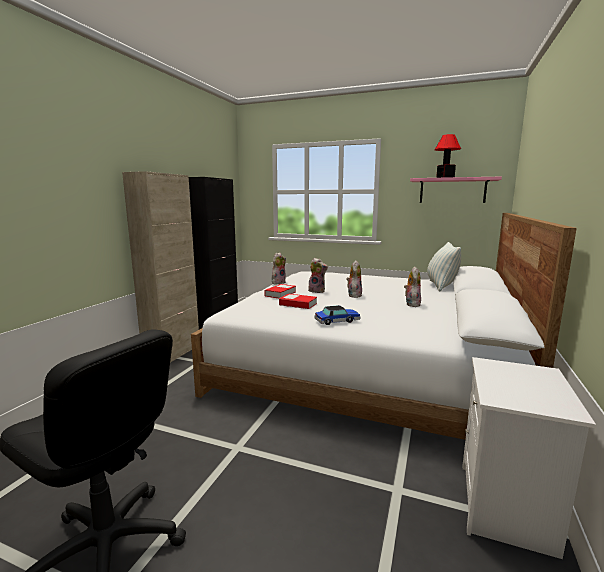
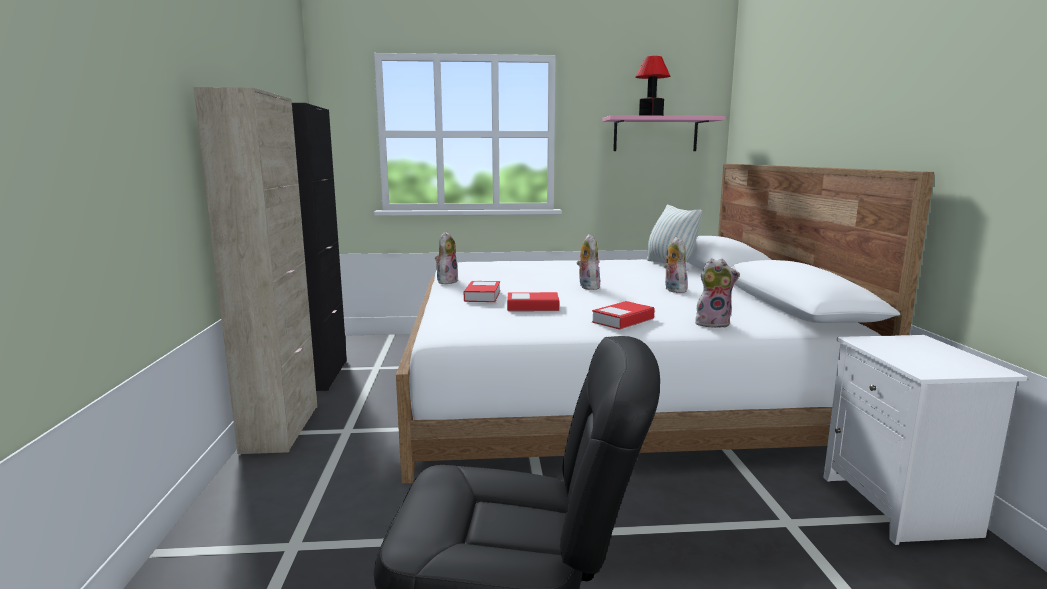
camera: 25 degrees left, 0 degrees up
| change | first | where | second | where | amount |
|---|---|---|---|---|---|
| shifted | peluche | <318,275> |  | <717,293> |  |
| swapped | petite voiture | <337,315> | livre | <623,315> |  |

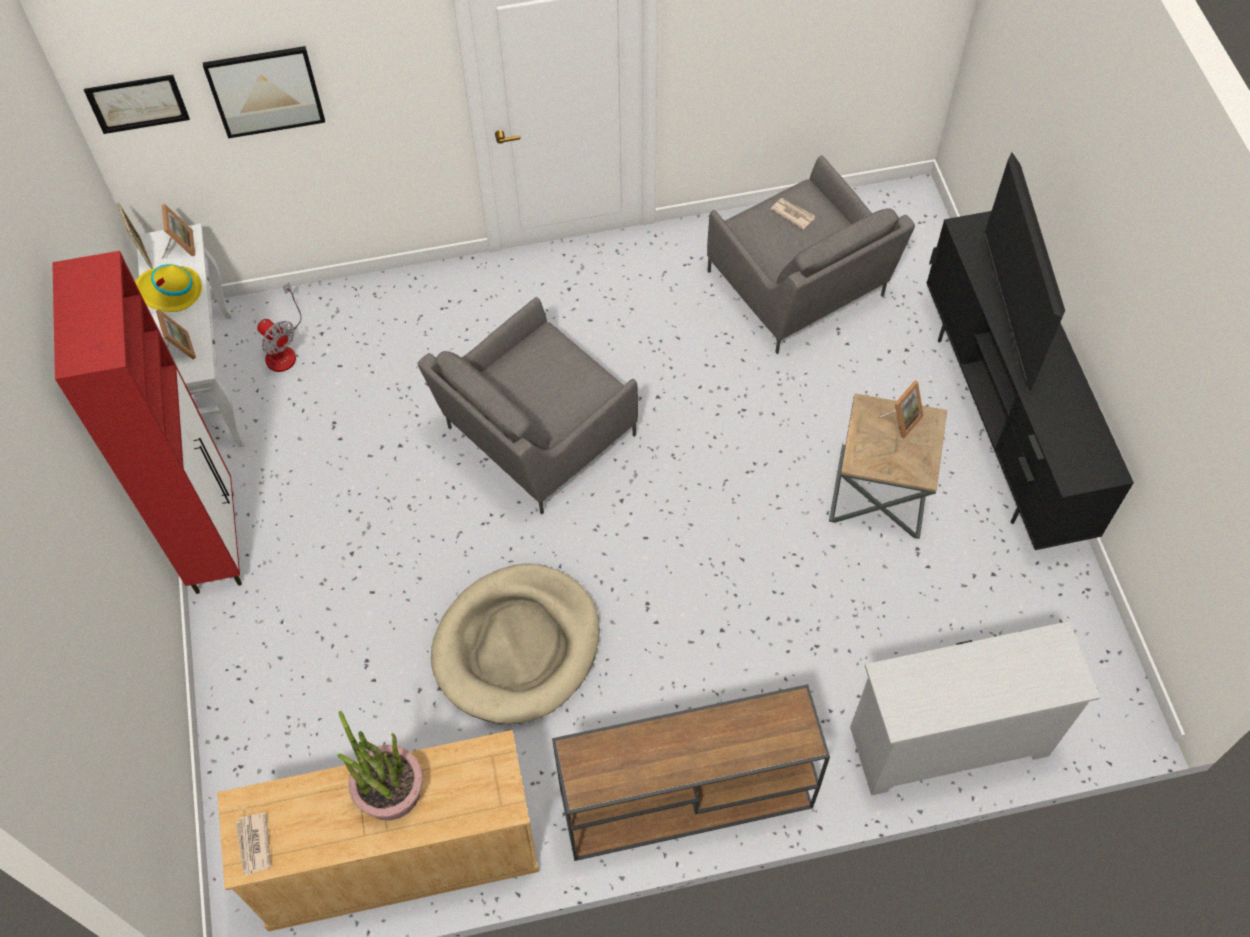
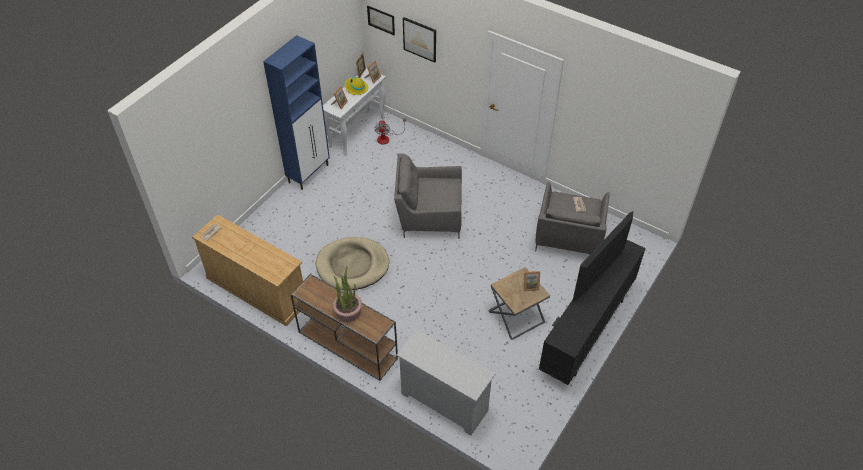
camera: 45 degrees right, 10 degrees down
| change | first | where | second | where | amount |
|---|---|---|---|---|---|
| shifted | plante en pot | <380,766> |  | <347,294> |  |
| repainted | meuble de rangement/rouge | <147,422> | meuble de rangement/bleu | <296,112> |  |

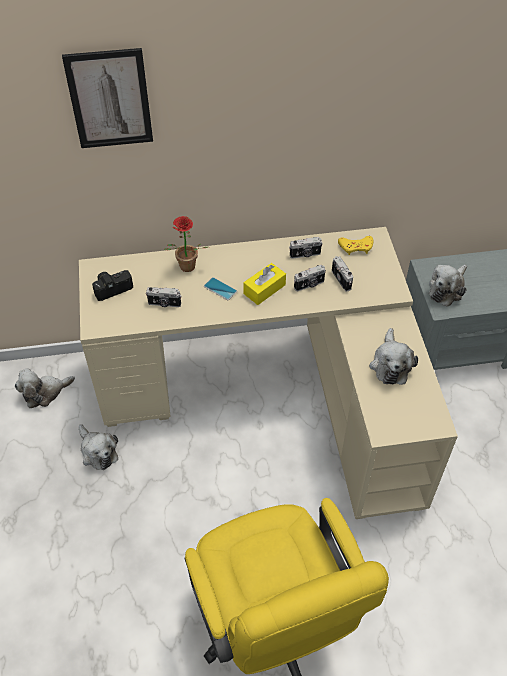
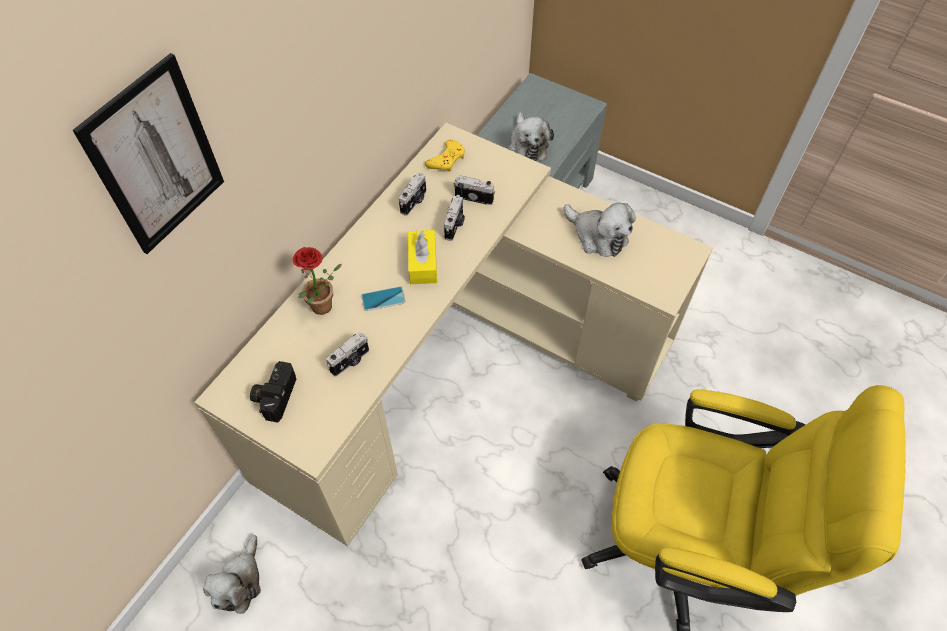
camera: 50 degrees left, 5 degrees up
| change | first | where | second | where | amount |
|---|---|---|---|---|---|
| gone | peluche | <98,447> |  |  |  |

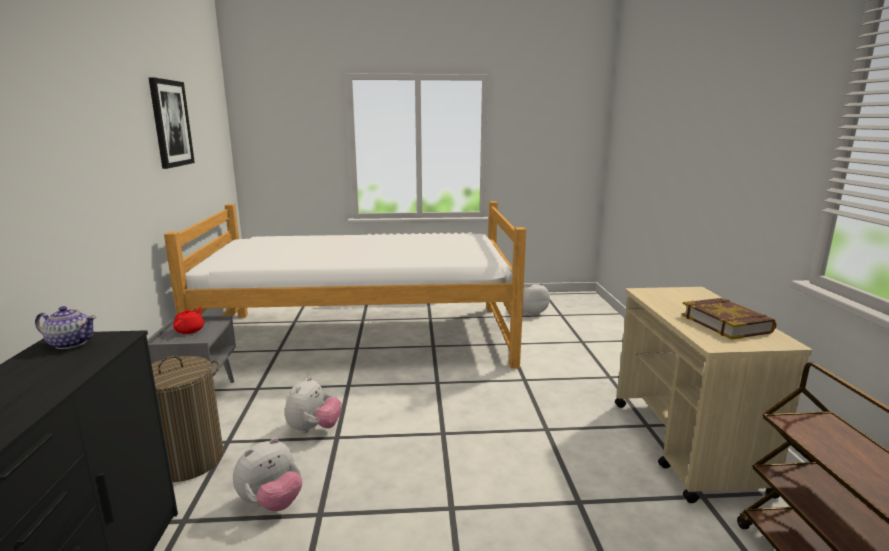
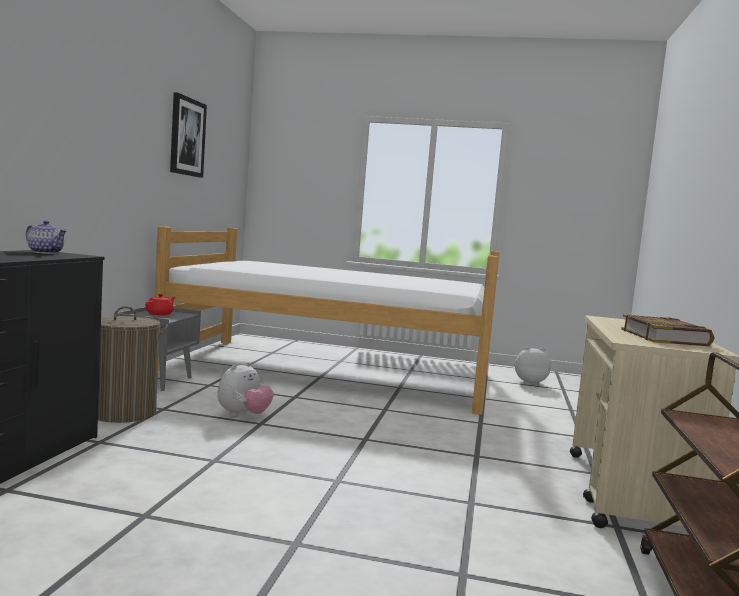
camera: 15 degrees right, 10 degrees down
| change | first | where | second | where | amount |
|---|---|---|---|---|---|
| gone | peluche | <267,474> |  |  |  |

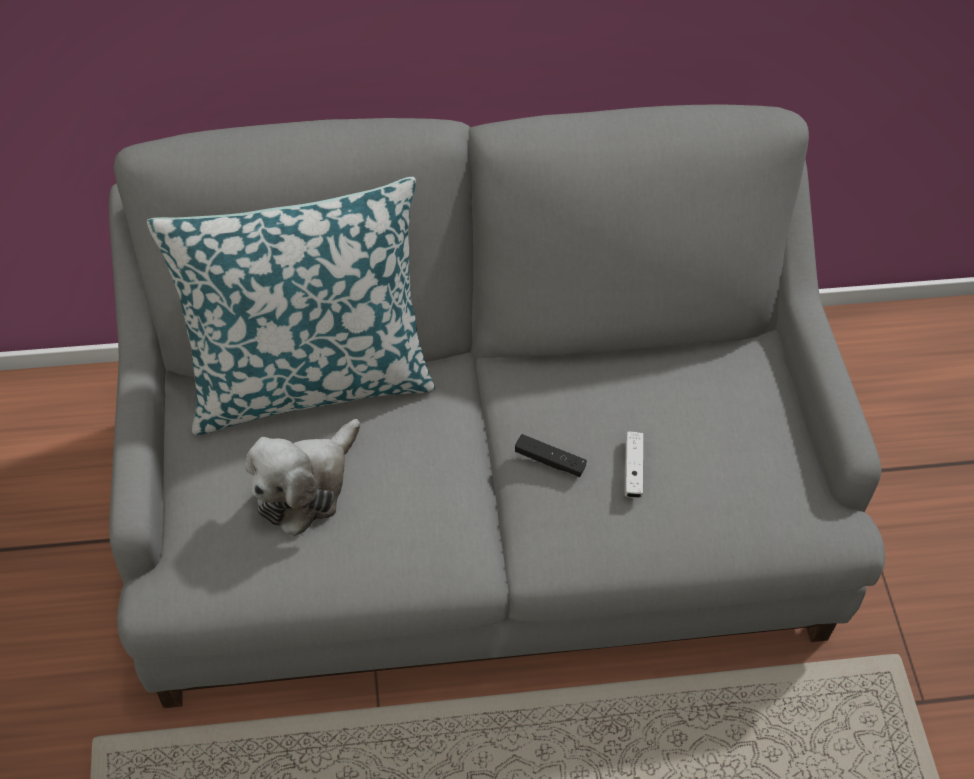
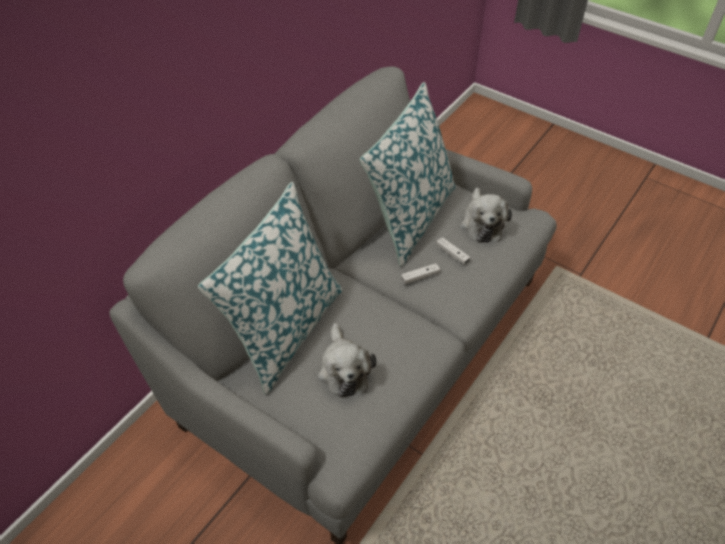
camera: 45 degrees left, 5 degrees down
| change | first | where | second | where | amount |
|---|---|---|---|---|---|
| new |  |  | coussin | <408,174> |  |
| new |  |  | peluche | <486,215> |  |
| repainted | manette/noir | <551,455> | manette/blanc | <420,273> |  |

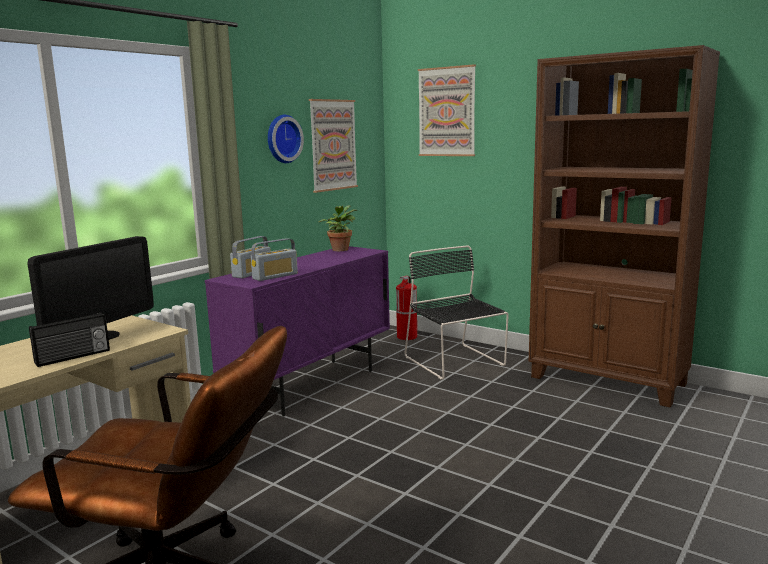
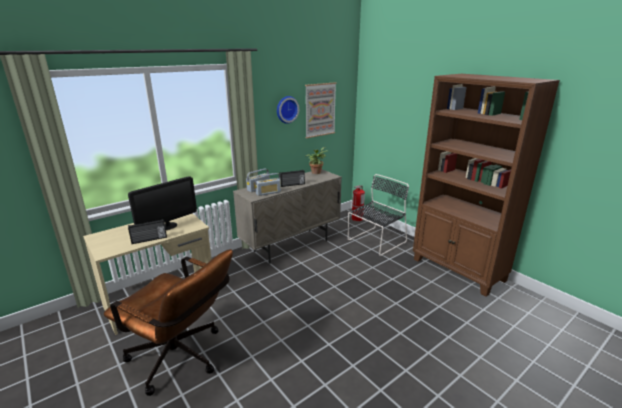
camera: 15 degrees right, 10 degrees up
| change | first | where | second | where | amount |
|---|---|---|---|---|---|
| gone | tableau | <447,110> |  |  |  |
| new |  |  | radio | <292,178> |  |
| repainted | meuble de rangement/violet | <297,331> | meuble de rangement/beige | <287,216> |  |
| rotated | chaise/noir | <456,312> |  | <378,215> | 60 degrees clockwise |

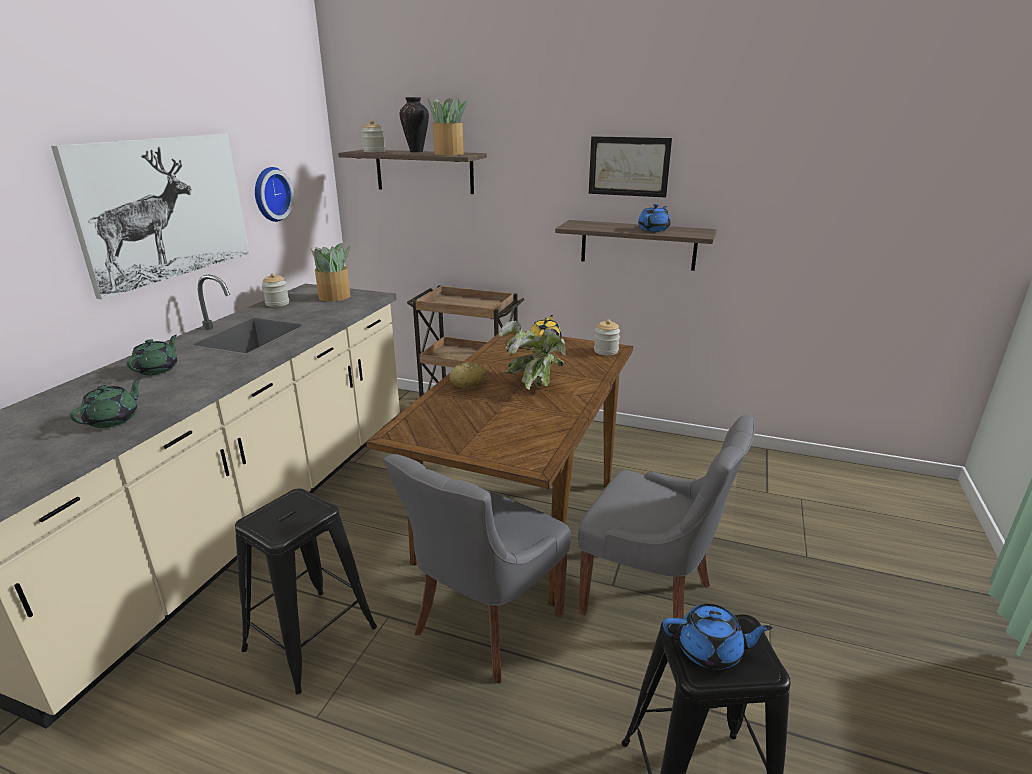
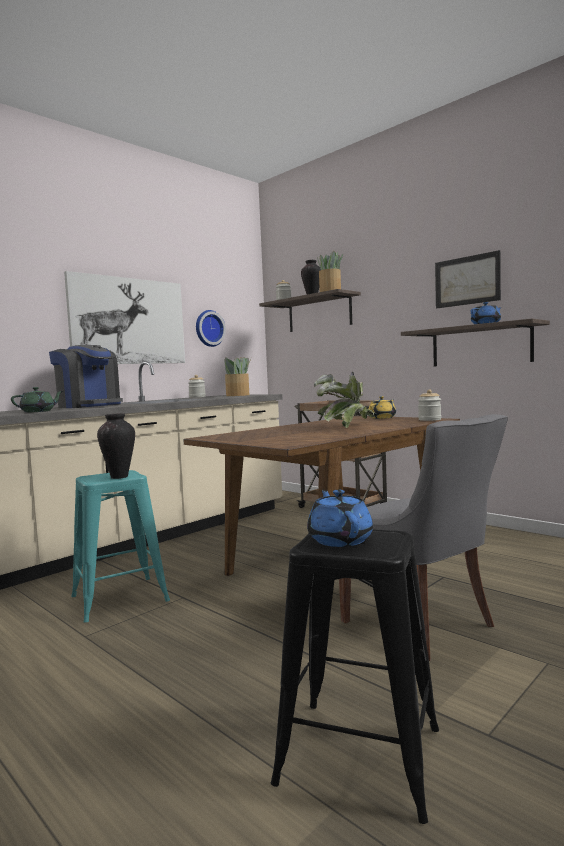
camera: 25 degrees right, 20 degrees down
| change | first | where | second | where | amount |
|---|---|---|---|---|---|
| gone | chaise/gris | <477,568> |  |  |  |
| gone | pain | <468,375> |  |  |  |
| new |  |  | vase | <116,446> |  |
| swapped | théière/vert | <152,355> | machine à café | <86,376> |  |
| repainted | tabouret/noir | <306,591> | tabouret/turquoise | <120,546> |  |
| rotated | théière/bleu | <718,637> |  | <340,518> | 135 degrees counterclockwise |

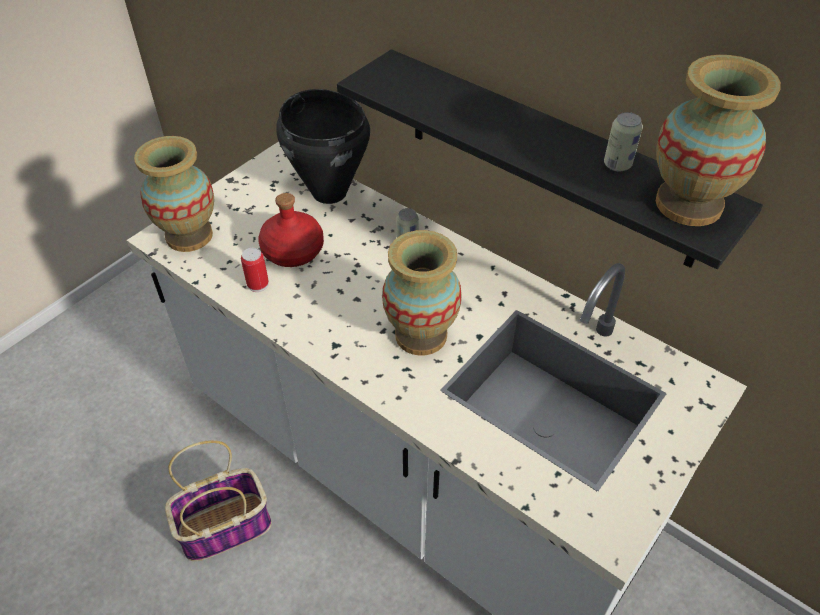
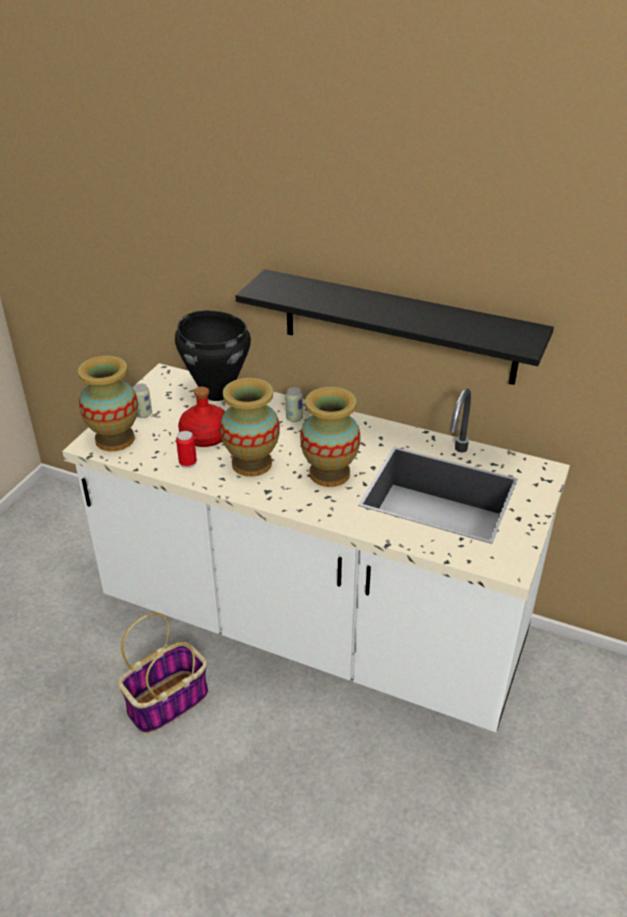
camera: 15 degrees left, 10 degrees down
| change | first | where | second | where | amount |
|---|---|---|---|---|---|
| shifted | boîte métallique | <623,141> |  | <142,400> |  |
| shifted | vase | <718,140> |  | <250,427> |  |

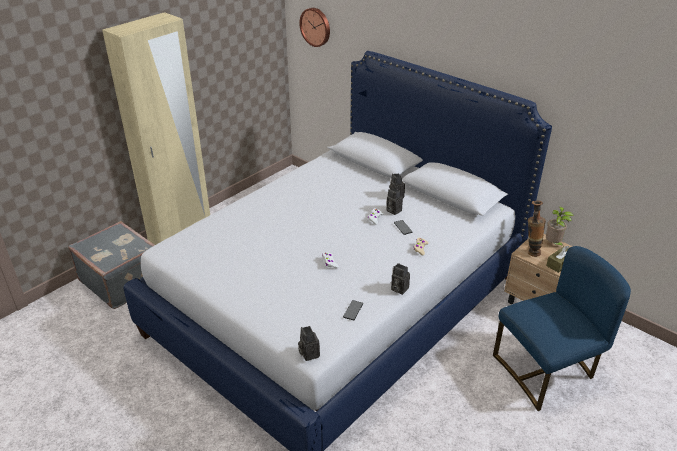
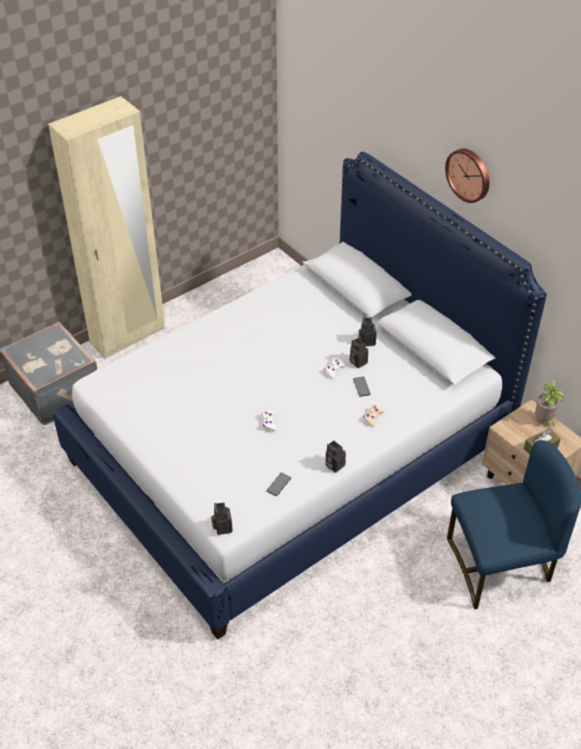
camera: 10 degrees right, 10 degrees up
| change | first | where | second | where | amount |
|---|---|---|---|---|---|
| gone | vase | <537,229> |  |  |  |
| shifted | horloge murale | <314,27> |  | <467,176> |  |

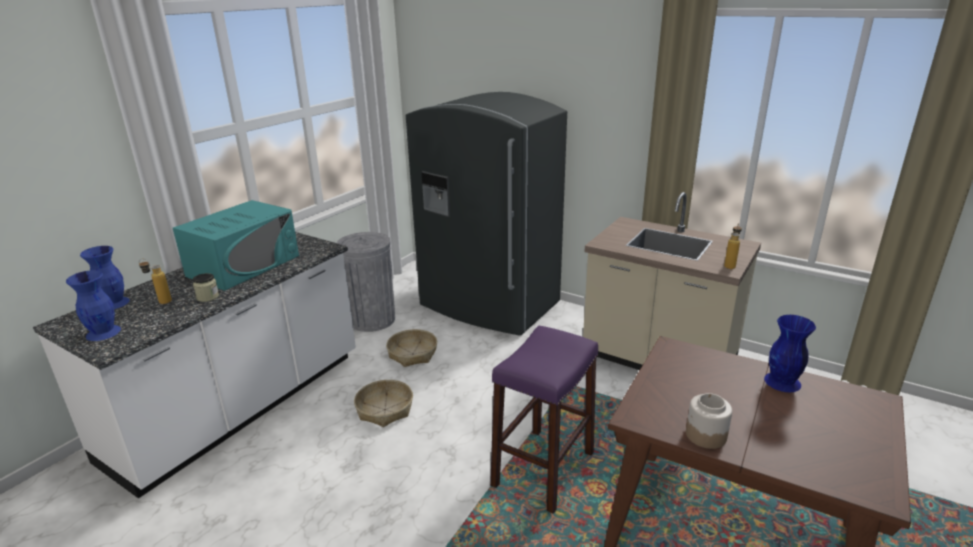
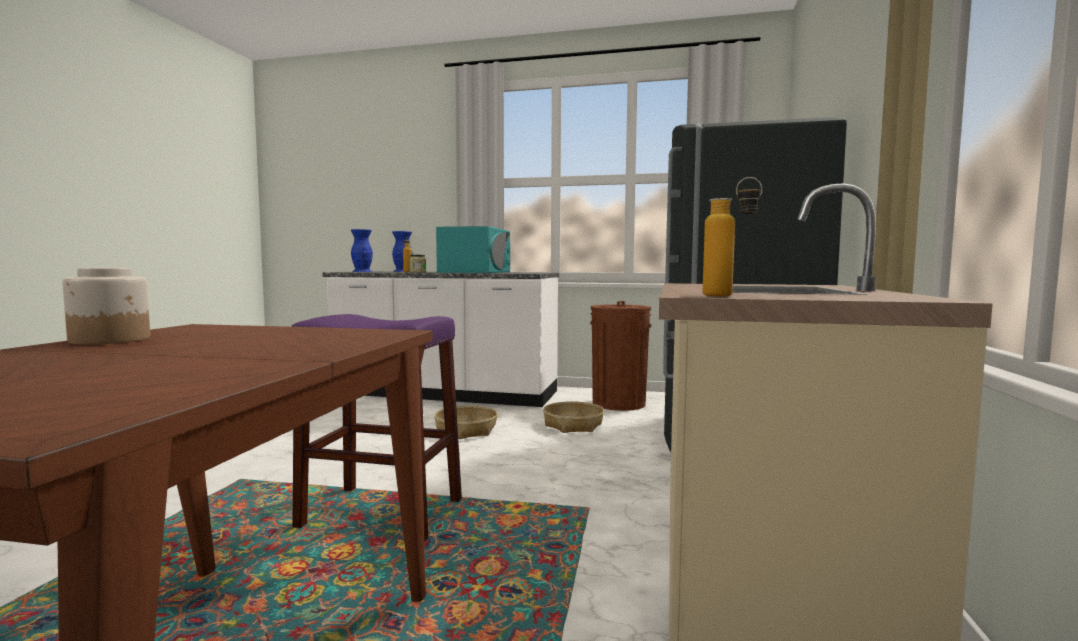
camera: 70 degrees right, 20 degrees down
| change | first | where | second | where | amount |
|---|---|---|---|---|---|
| gone | vase/bleu | <790,353> |  |  |  |
| repainted | poubelle/gris | <365,282> | poubelle/marron | <620,356> |  |
| rotated | micro-ondes/turquoise | <236,245> |  | <473,249> | 90 degrees counterclockwise |

